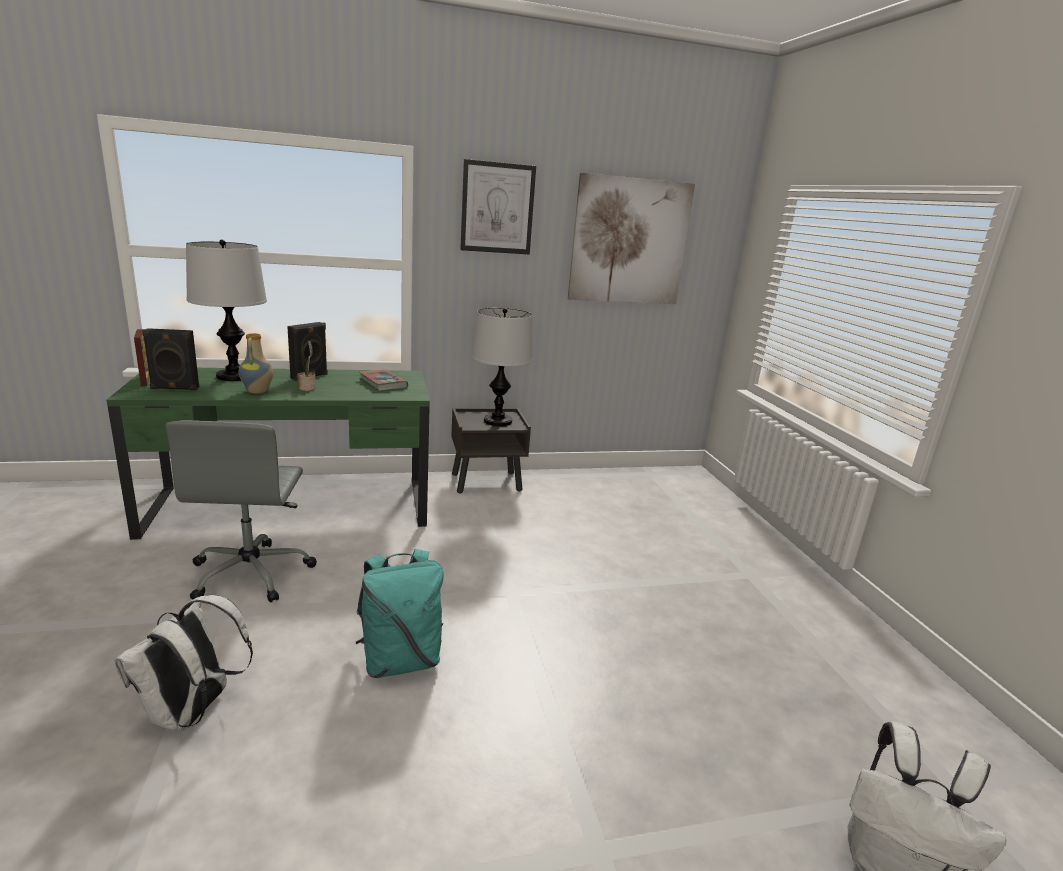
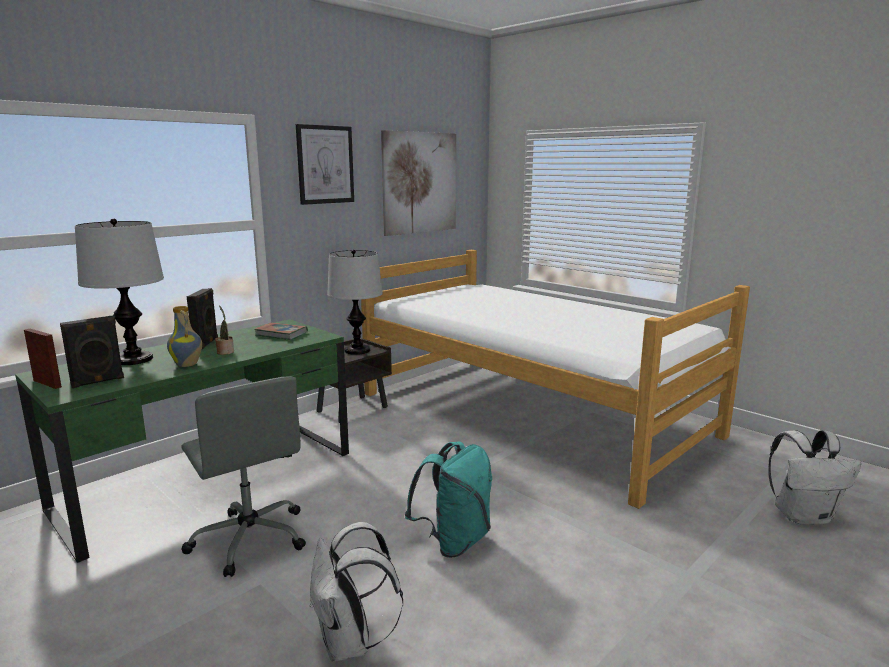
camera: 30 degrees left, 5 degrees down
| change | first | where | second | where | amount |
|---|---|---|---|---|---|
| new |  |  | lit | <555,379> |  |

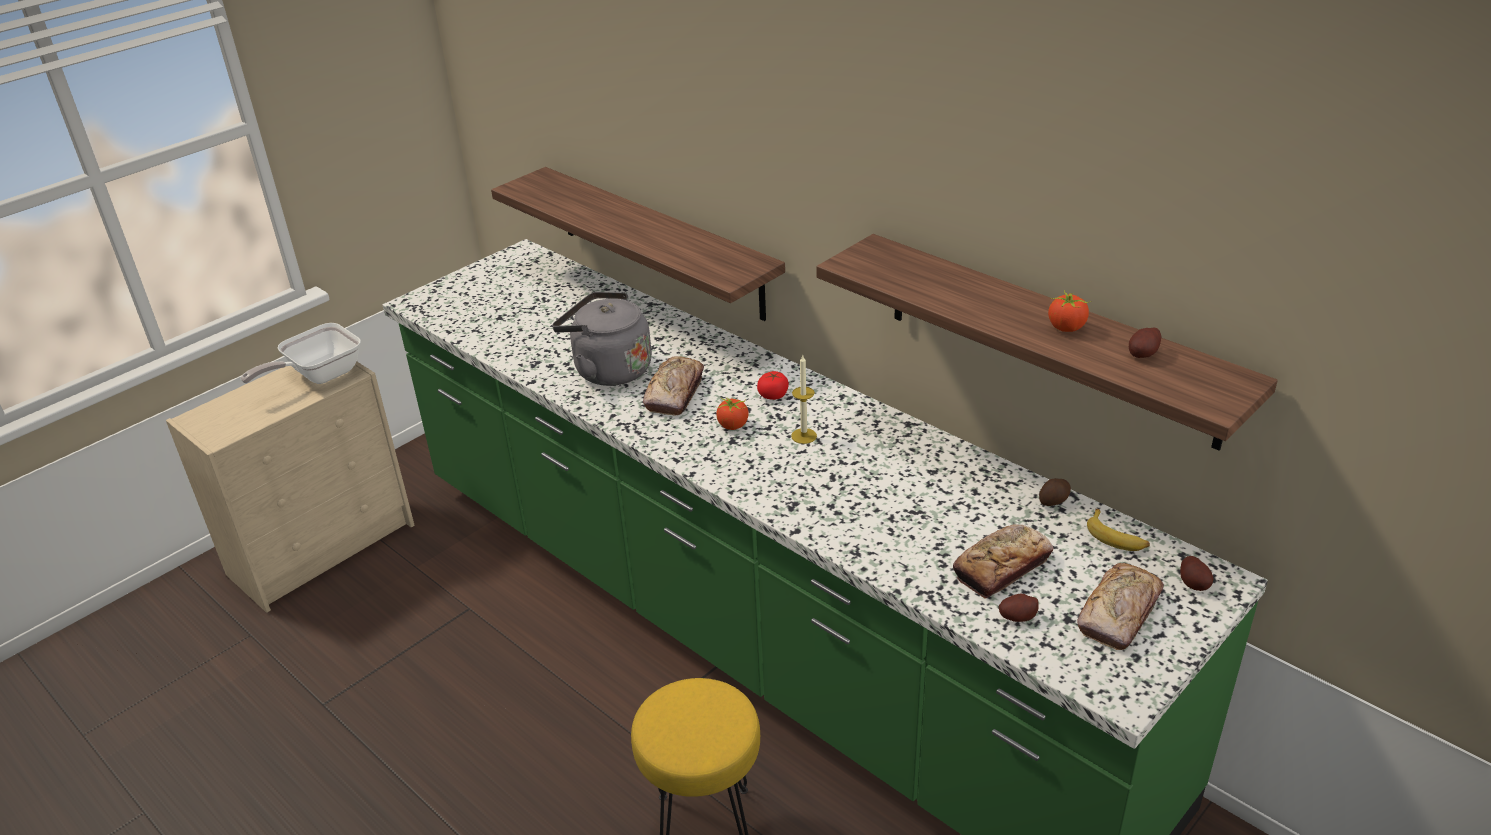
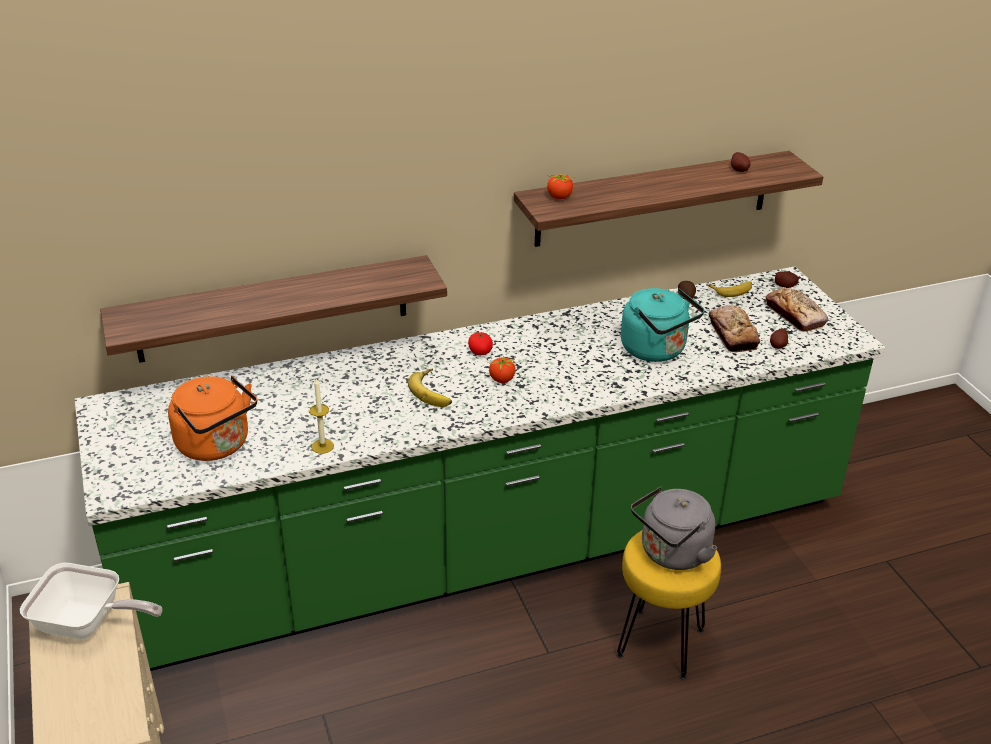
camera: 65 degrees left, 0 degrees up
| change | first | where | second | where | amount |
|---|---|---|---|---|---|
| new |  |  | bouilloire/orange | <212,418> |  |
| new |  |  | bouilloire/turquoise | <662,325> |  |
| shifted | bouilloire/gris | <602,339> |  | <674,528> |  |
| shifted | bougie | <804,399> |  | <321,416> |  |
| shifted | tomate | <1069,311> |  | <560,186> |  |
| swapped | pain | <673,386> | banane | <430,387> |  |
| rotated | poêle | <301,353> |  | <91,601> | 60 degrees counterclockwise |

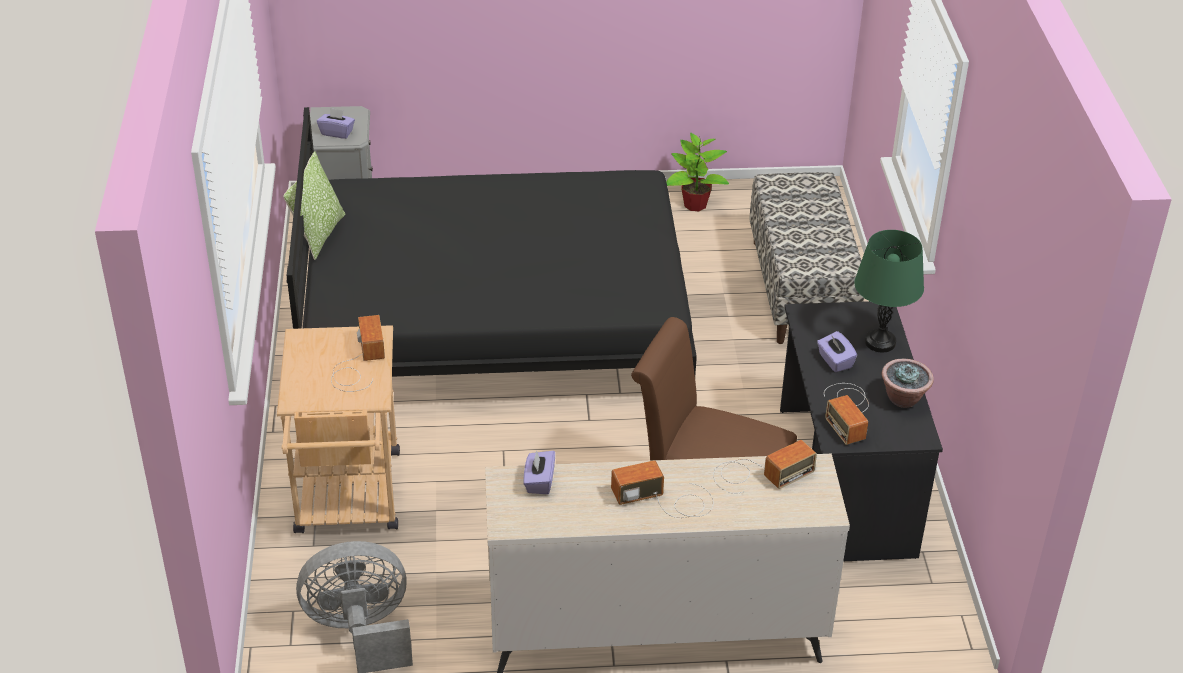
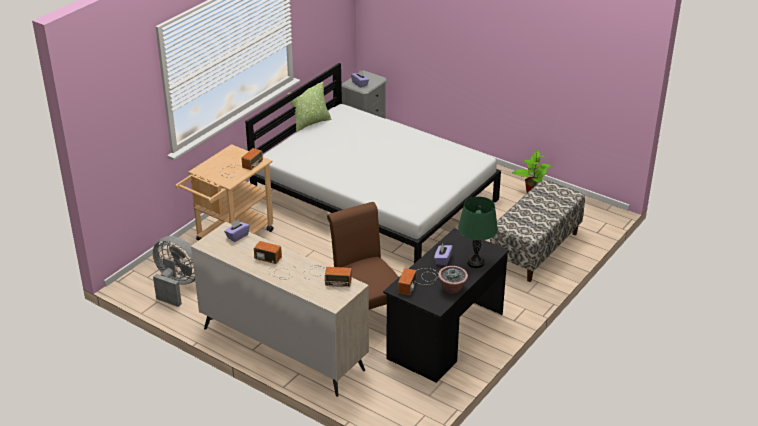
camera: 40 degrees right, 5 degrees down
| change | first | where | second | where | amount |
|---|---|---|---|---|---|
| repainted | lit/noir | <491,242> | lit/blanc | <373,163> |  |

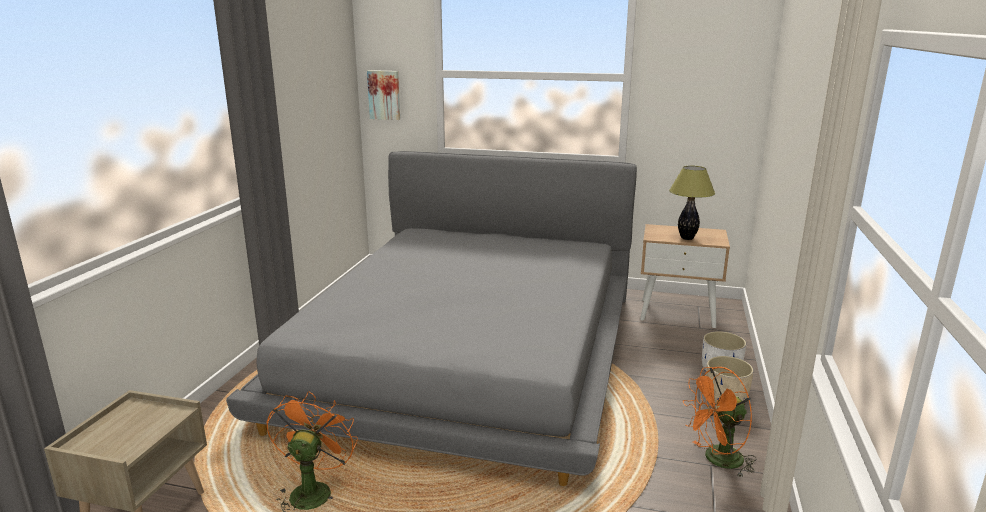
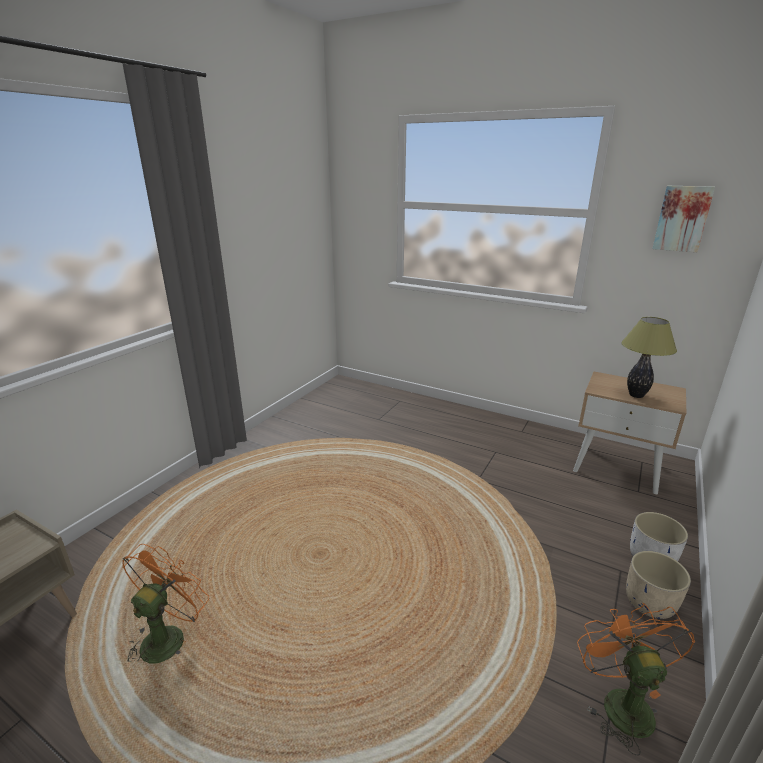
camera: 15 degrees right, 5 degrees up
| change | first | where | second | where | amount |
|---|---|---|---|---|---|
| gone | lit/gris | <431,318> |  |  |  |
| shifted | tableau | <383,95> |  | <683,219> |  |
| rotated | ventilateur/orange | <720,422> |  | <636,679> | 90 degrees clockwise |

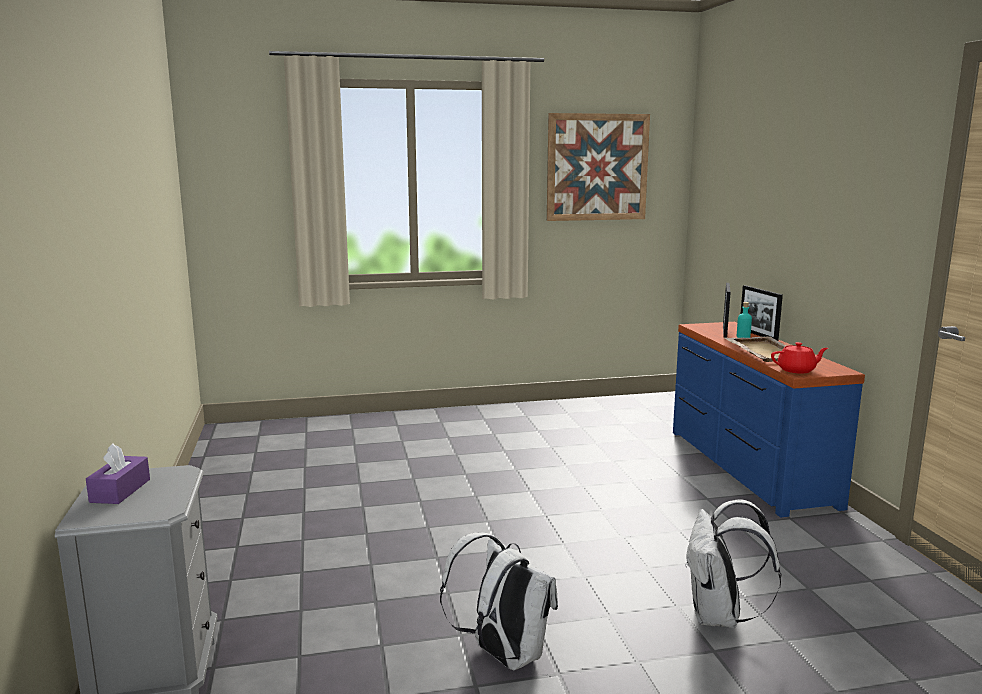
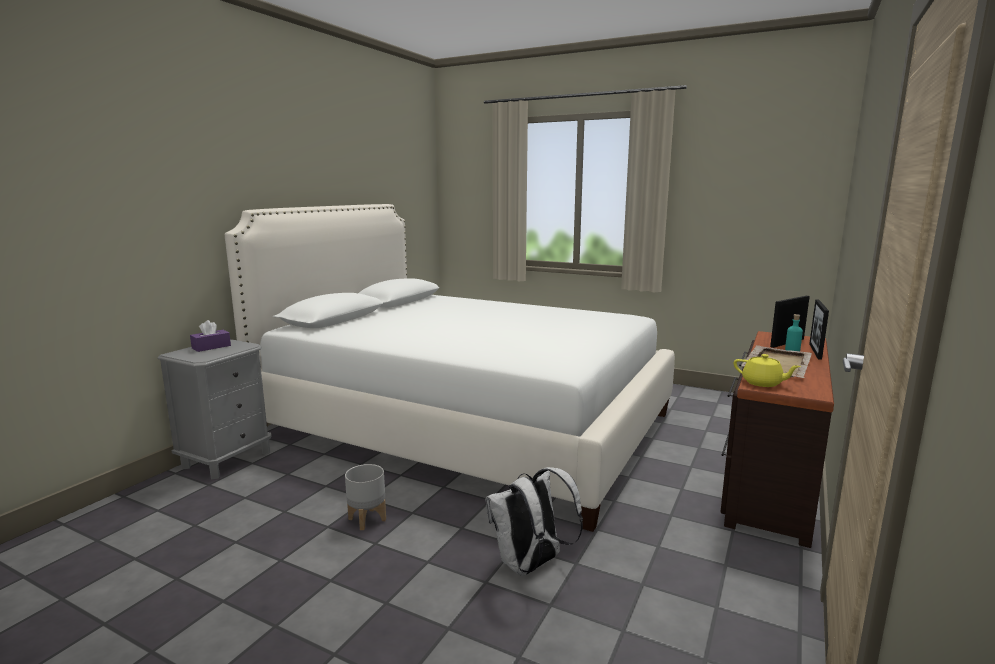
camera: 40 degrees right, 0 degrees up
| change | first | where | second | where | amount |
|---|---|---|---|---|---|
| gone | tableau | <598,167> |  |  |  |
| new |  |  | lit/blanc | <450,368> |  |
| swapped | sac à dos/blanc | <499,601> | cache-pot/gris | <365,497> |  |
| repainted | commode/bleu | <769,419> | commode/marron | <777,439> |  |
| repainted | théière/rouge | <799,357> | théière/jaune | <767,370> |  |

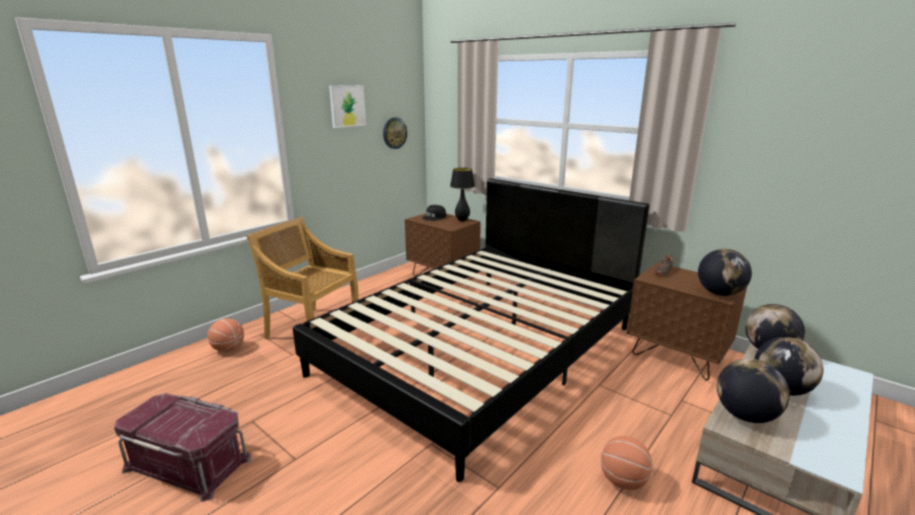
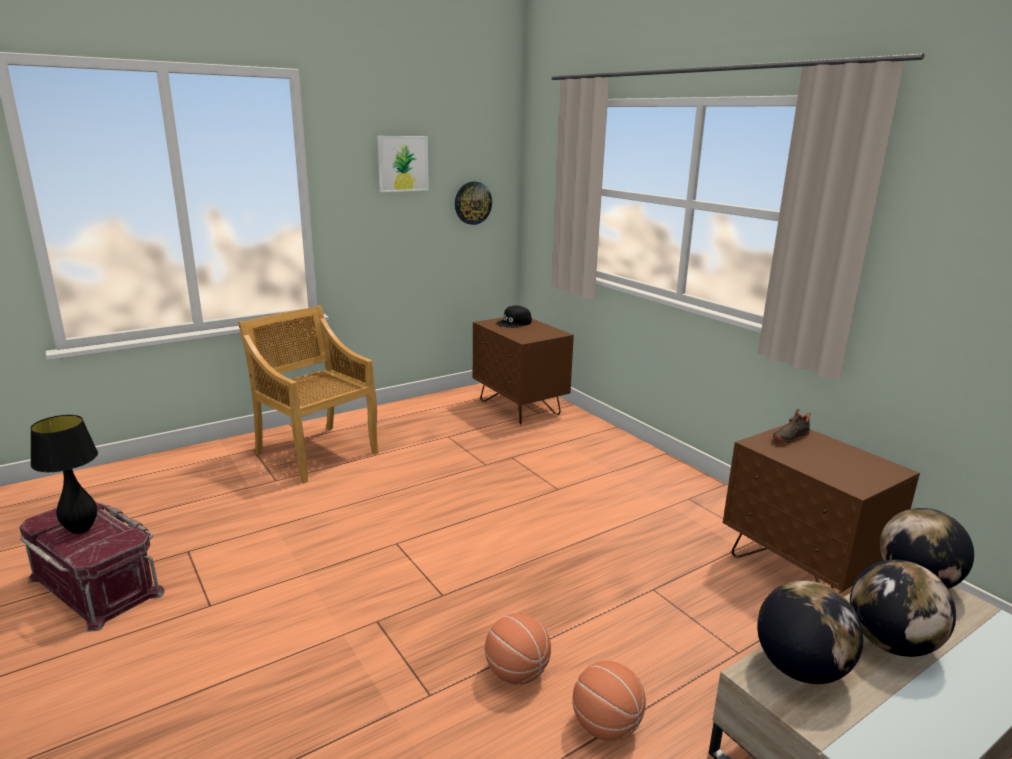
camera: 15 degrees right, 0 degrees up
| change | first | where | second | where | amount |
|---|---|---|---|---|---|
| gone | lit/noir | <471,330> |  |  |  |
| gone | globe | <725,272> |  |  |  |
| shifted | ballon de basket | <225,335> |  | <518,649> |  |
| shifted | lampe de table/noir | <462,194> |  | <64,474> |  |

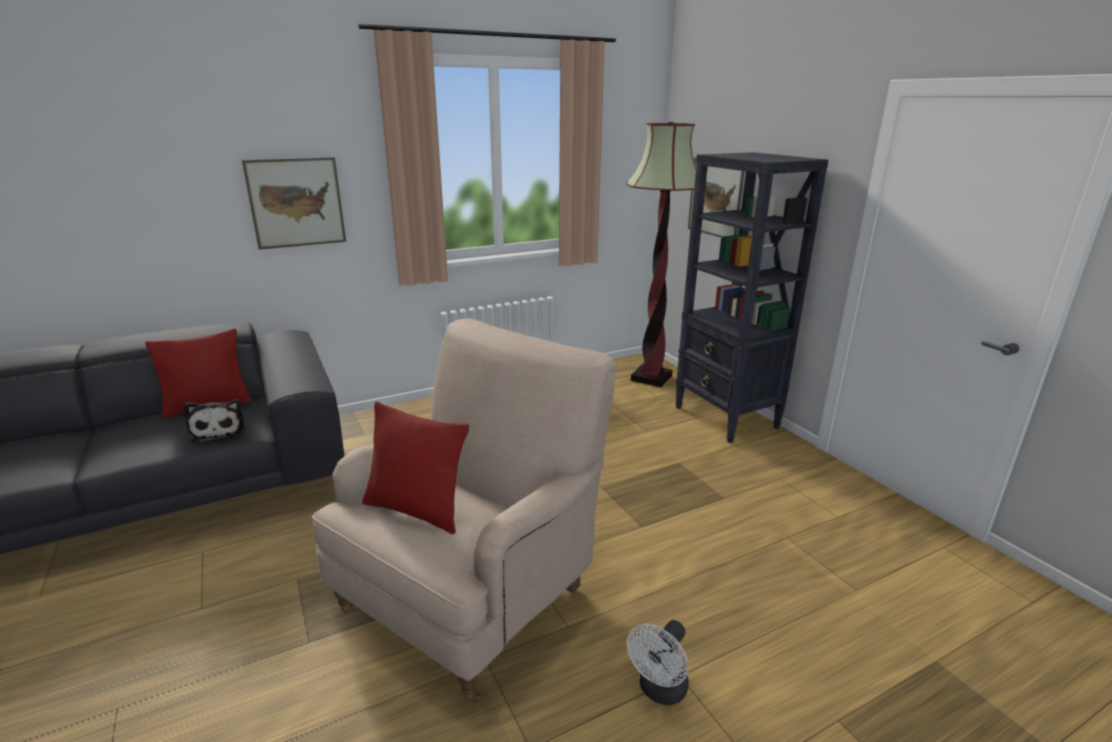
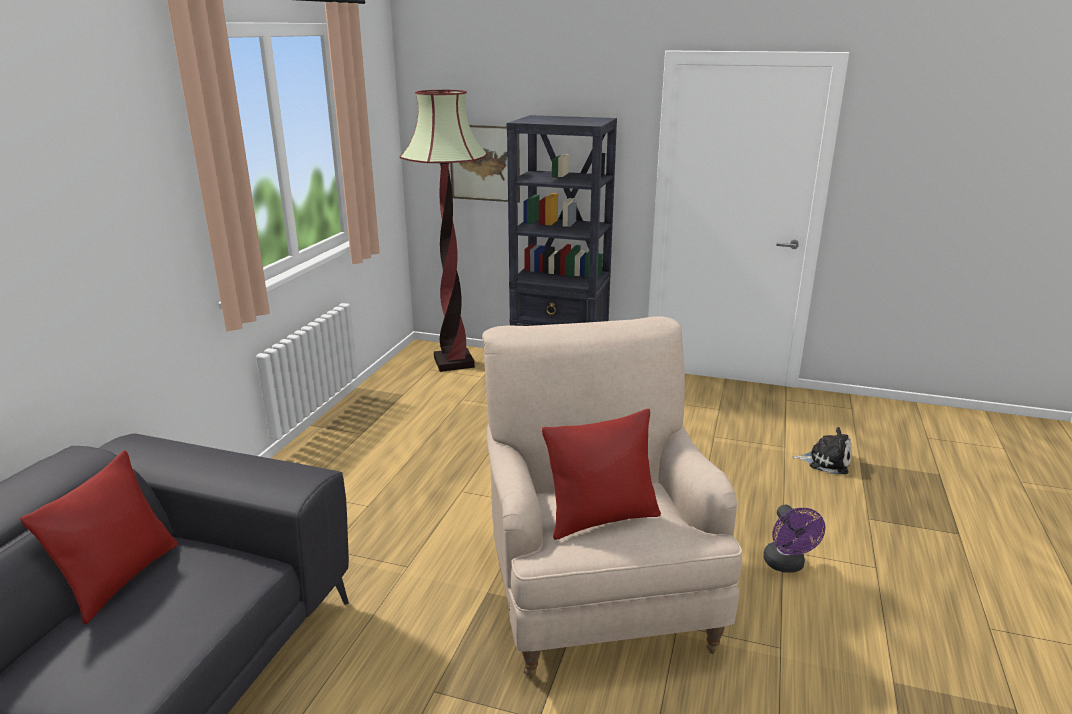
camera: 45 degrees left, 0 degrees up
| change | first | where | second | where | amount |
|---|---|---|---|---|---|
| gone | tableau | <294,203> |  |  |  |
| shifted | peluche | <214,421> |  | <822,450> |  |
| repainted | ventilateur/blanc | <658,662> | ventilateur/violet | <794,538> |  |

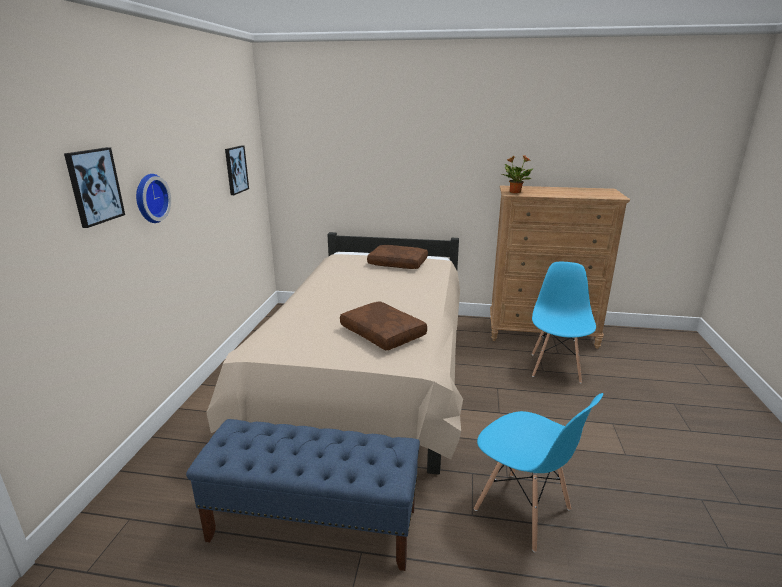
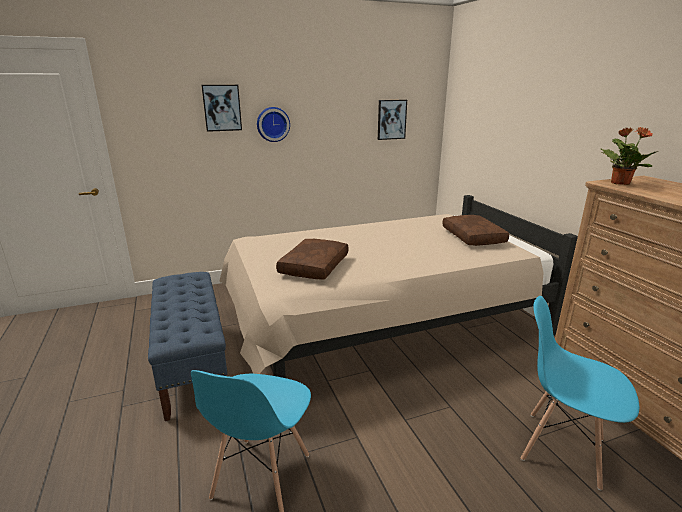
camera: 60 degrees right, 0 degrees up
| change | first | where | second | where | amount |
|---|---|---|---|---|---|
| rotated | chaise/bleu | <564,322> |  | <580,393> | 135 degrees counterclockwise |

